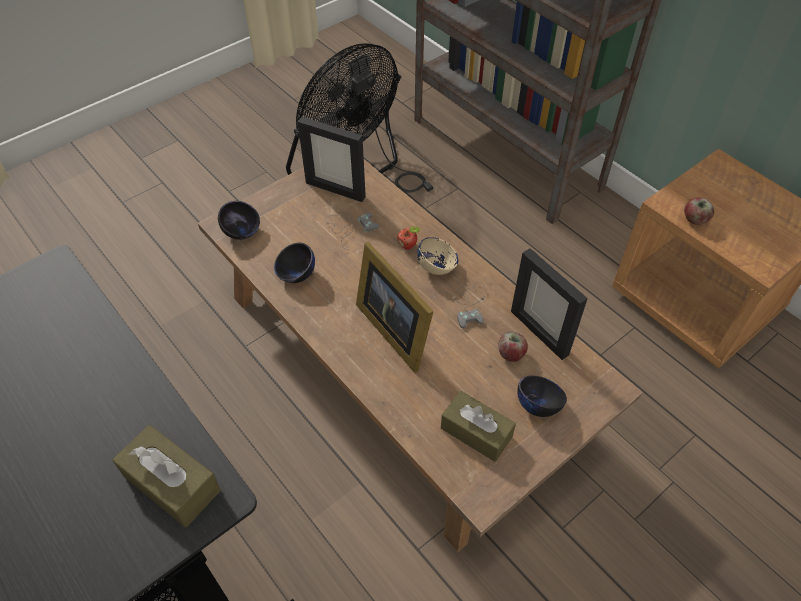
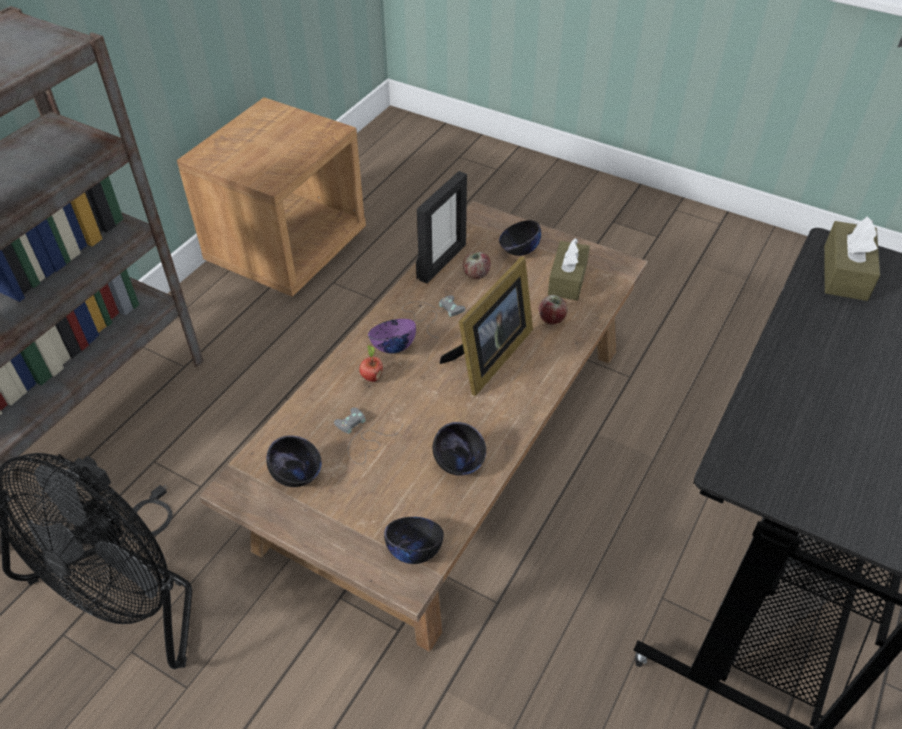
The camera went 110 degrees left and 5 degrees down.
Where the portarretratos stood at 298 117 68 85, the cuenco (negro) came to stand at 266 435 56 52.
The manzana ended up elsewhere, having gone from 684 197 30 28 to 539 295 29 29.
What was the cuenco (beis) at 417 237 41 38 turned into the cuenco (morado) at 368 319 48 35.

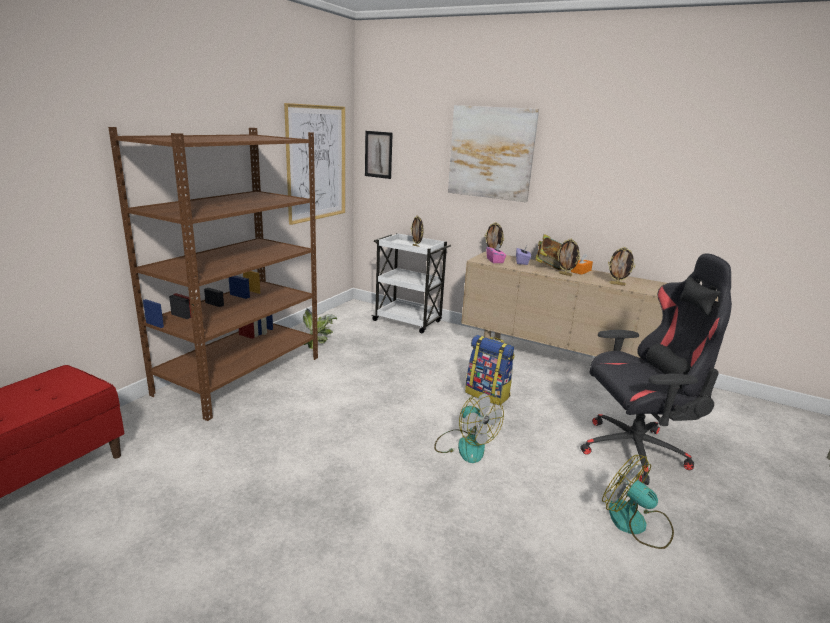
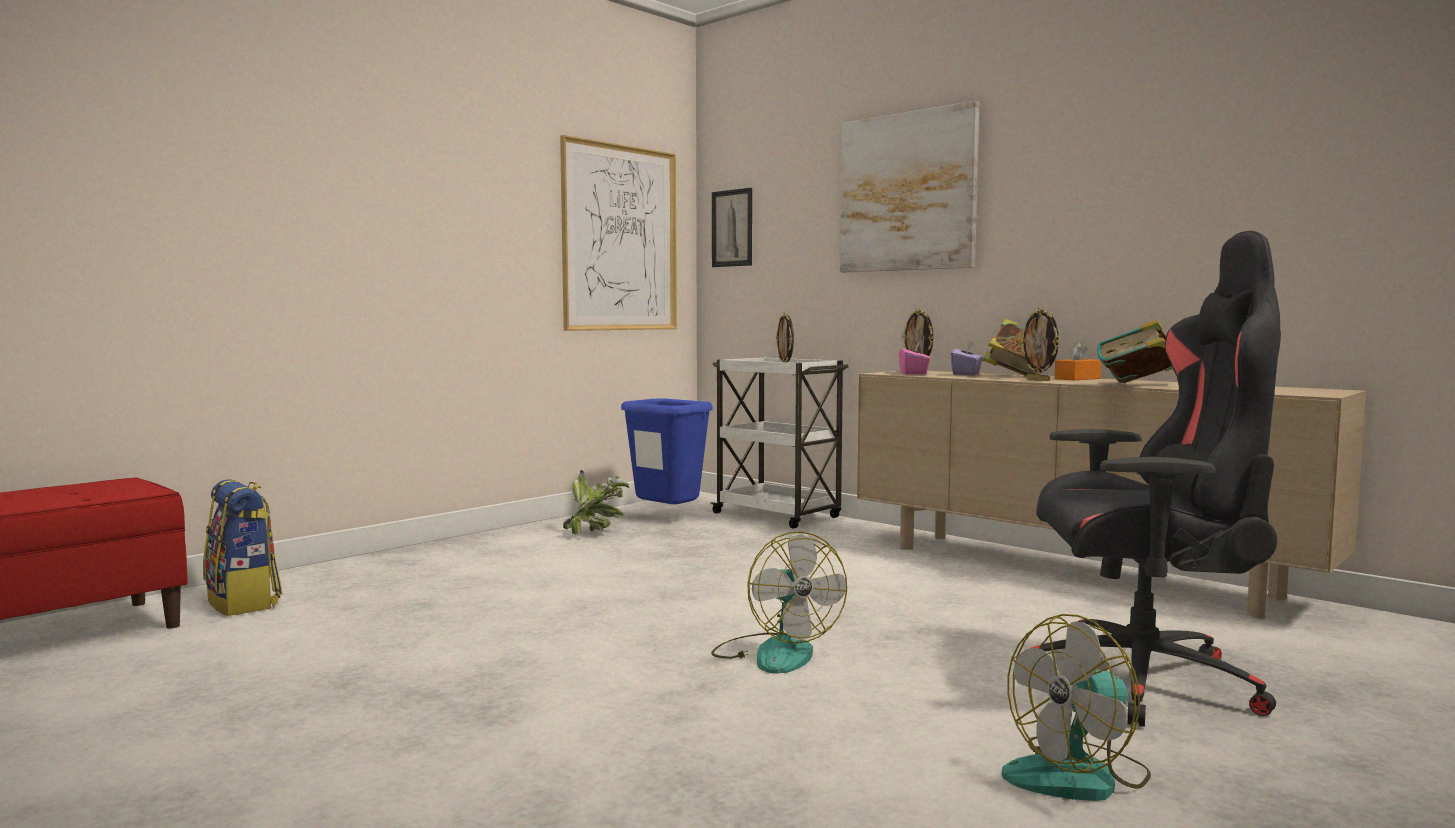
The camera went 15 degrees right and 15 degrees down.
The second view lost the estantería (marrón) at 108 127 210 294.
Where the portarretratos stood at 608 247 27 39, the libro came to stand at 1097 320 76 63.
The mochila ended up elsewhere, having gone from 465 335 50 70 to 203 479 80 137.
The ventilador at 602 455 72 94 ended up facing another way, 90 degrees counterclockwise from before.
The second view gained the papelera (azul) at 621 398 92 106.

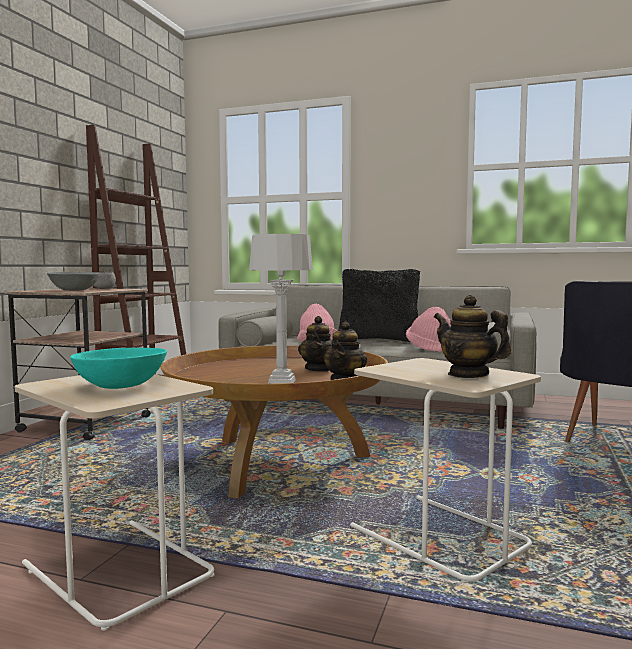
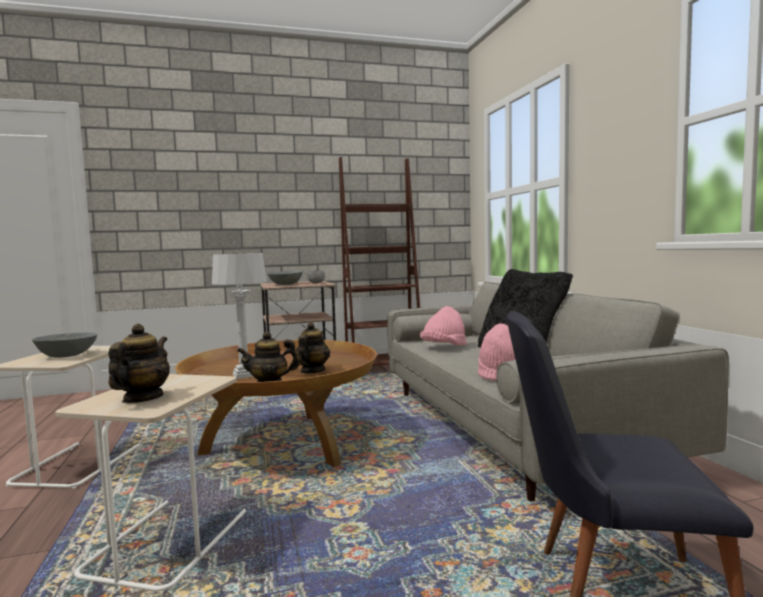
The camera went 55 degrees right and 0 degrees up.
The tetera at 298 316 34 56 ended up facing another way, 135 degrees clockwise from before.
What was the cuenco (turquesa) at 70 348 97 41 turned into the cuenco (gris) at 32 332 65 25.

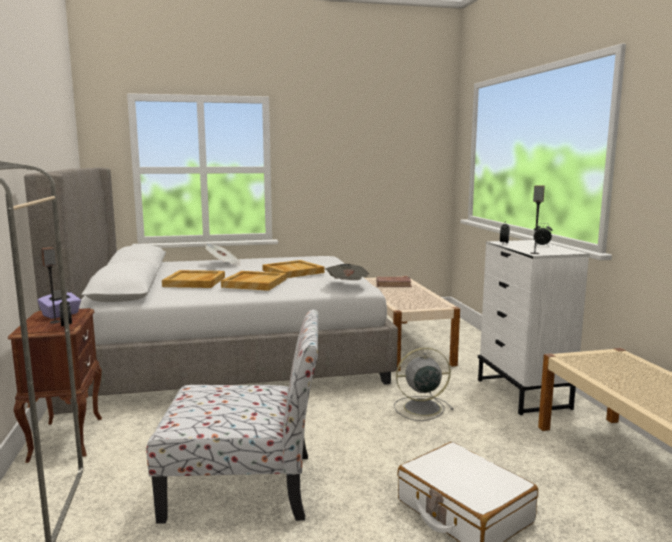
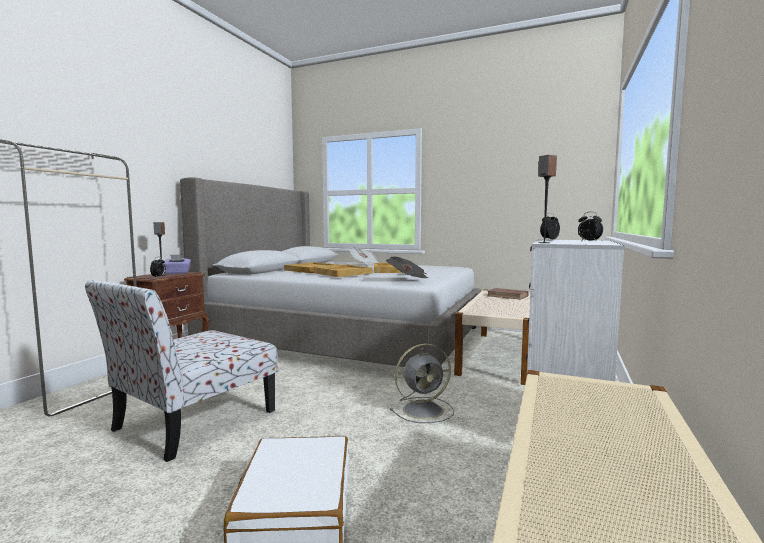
The camera went 35 degrees right and 5 degrees down.
The silla at 146 309 173 214 ended up facing another way, 90 degrees clockwise from before.
The ventilador (gris) at 394 347 60 74 ended up facing another way, 135 degrees clockwise from before.

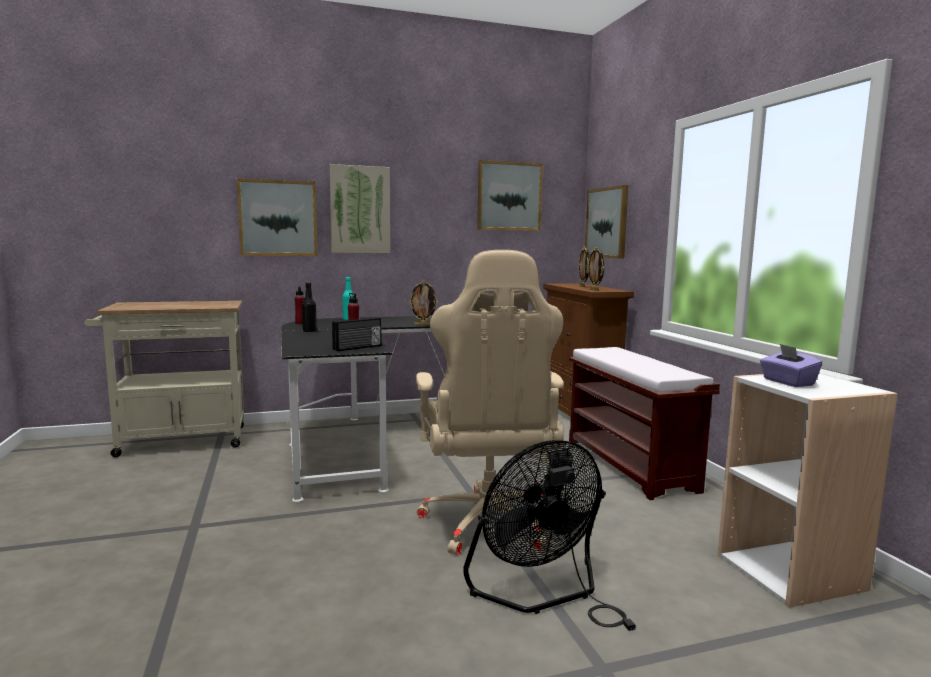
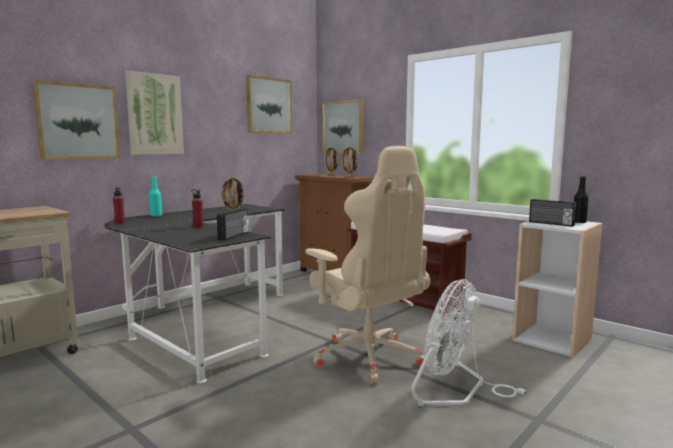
The camera went 30 degrees left and 0 degrees up.
The botella (negro) ended up elsewhere, having gone from 302 282 15 50 to 574 176 15 47.
Where the caja de pañuelos (morado) stood at 760 344 63 43, the radio came to stand at 529 199 48 28.
What was the ventilador (negro) at 463 440 173 191 turned into the ventilador (blanco) at 412 279 115 127.

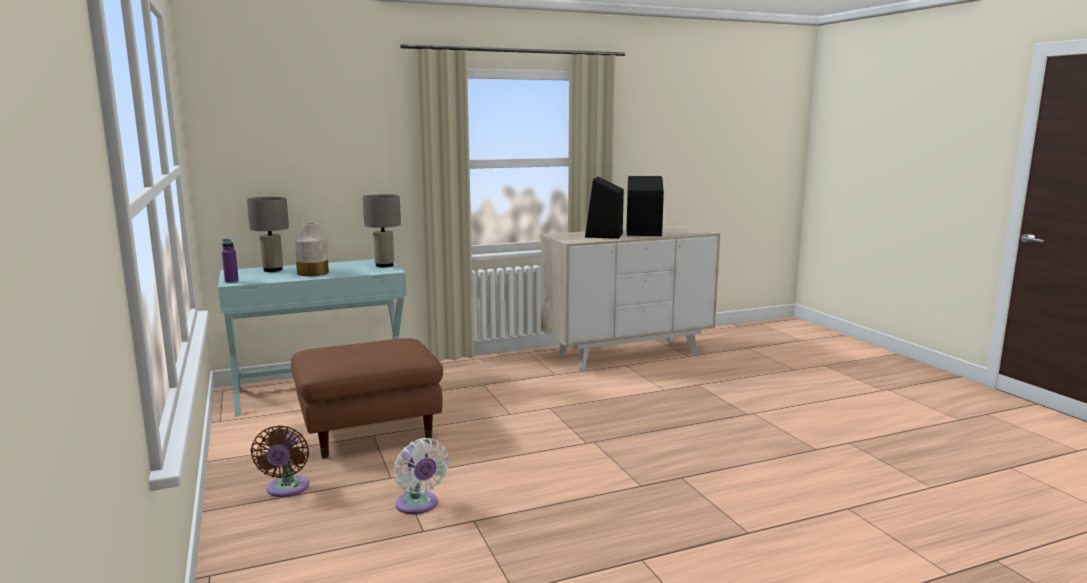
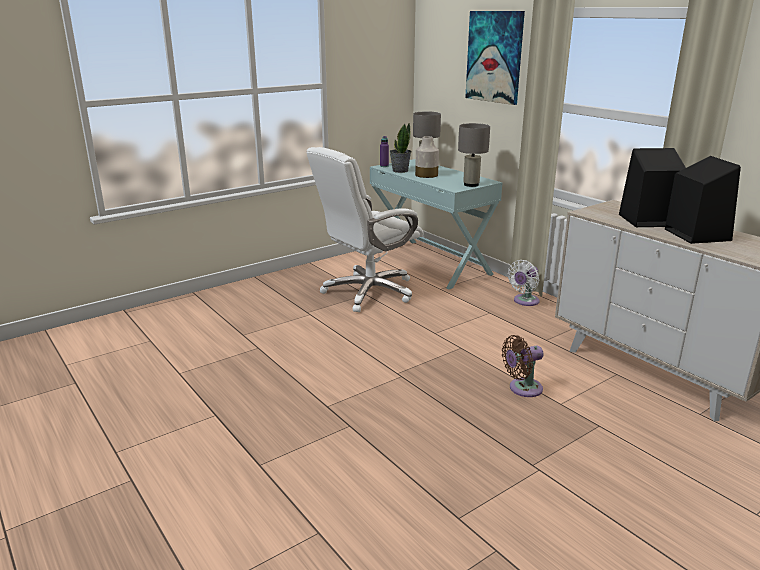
The camera went 75 degrees right and 10 degrees up.
Where the puf (marrón) stood at 291 338 152 120, the silla de oficina (blanco) came to stand at 307 147 117 165.
The ventilador (marrón) ended up elsewhere, having gone from 251 425 58 72 to 502 335 42 62.
The ventilador (blanco) ended up elsewhere, having gone from 394 438 55 76 to 508 260 31 46.
The second view gained the cuadro at 465 11 60 94.
The second view gained the planta en maceta at 389 123 23 50.

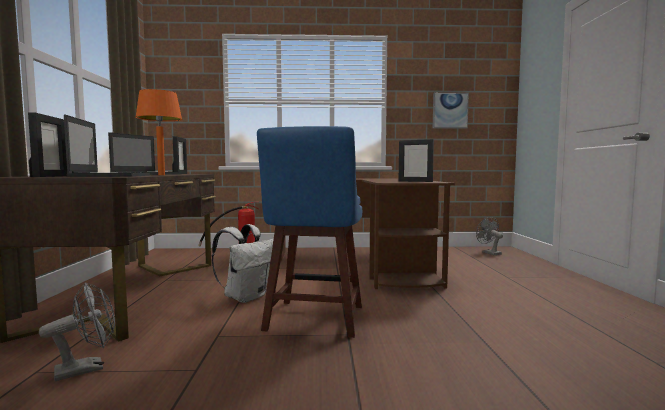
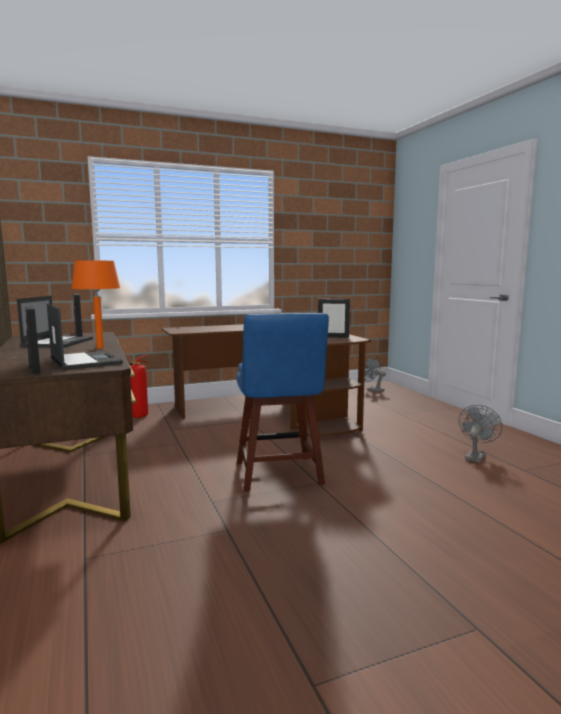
The camera went 20 degrees left and 5 degrees up.
The second view lost the cuadro at 433 93 36 36.
The second view lost the mochila (blanco) at 212 224 62 79.
The ventilador (gris) ended up elsewhere, having gone from 39 282 76 99 to 459 405 43 58.

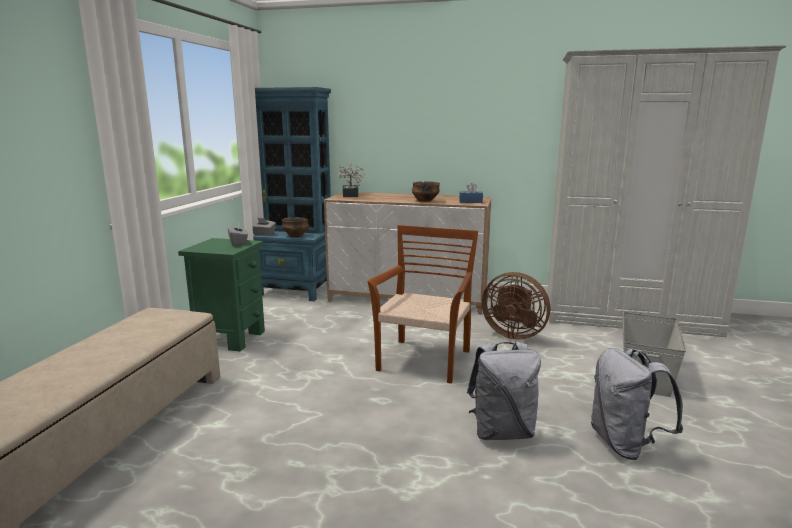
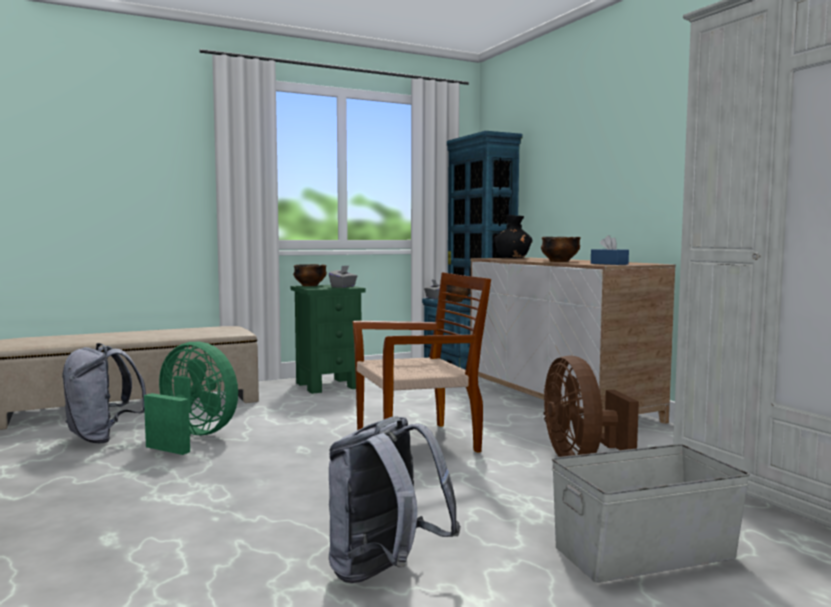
The camera went 50 degrees right and 10 degrees down.
Where the planta en maceta stood at 337 163 28 34, the florero (negro) came to stand at 494 215 38 43.
The mochila (gris) ended up elsewhere, having gone from 467 341 74 99 to 62 343 84 100.
The second view gained the cuenco at 293 264 34 22.
The second view gained the ventilador (verde) at 144 342 94 113.

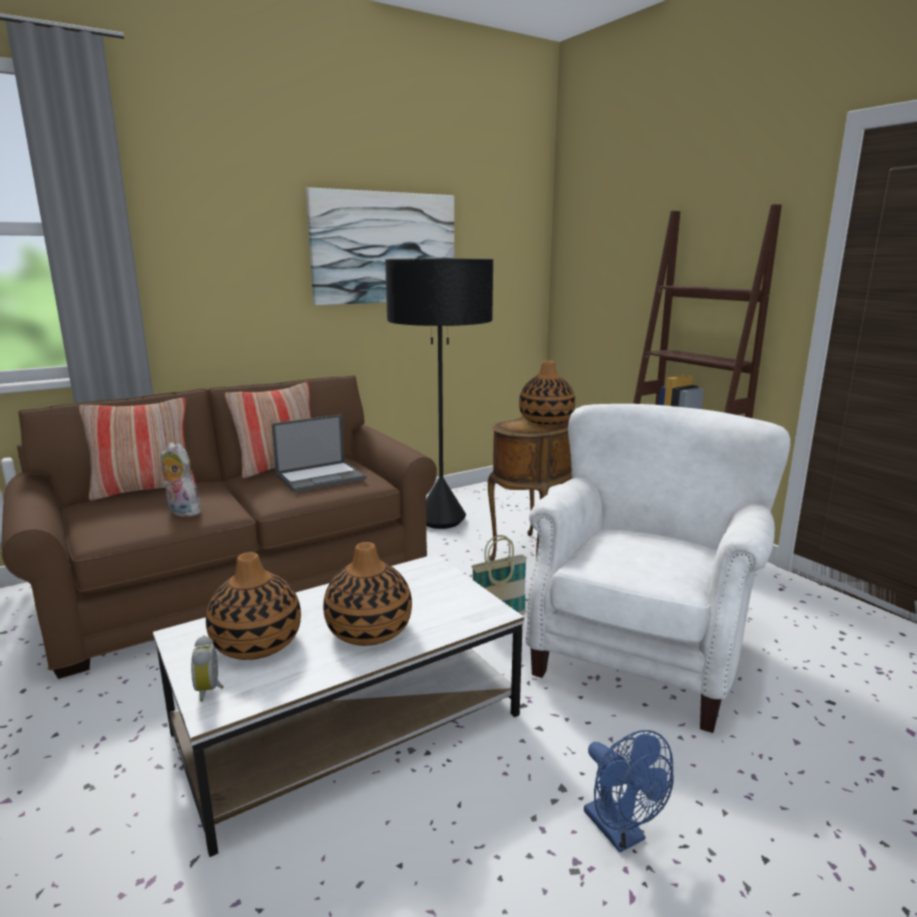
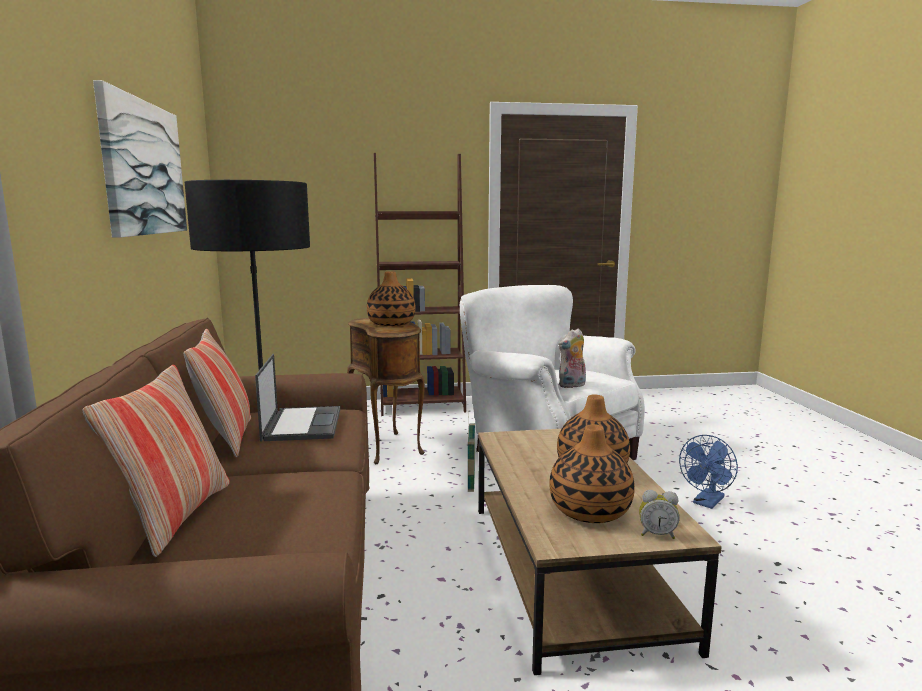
The camera went 65 degrees left and 5 degrees down.
The peluche ended up elsewhere, having gone from 161 442 44 75 to 558 328 28 60.
What was the mesa de centro (blanco) at 153 554 371 303 turned into the mesa de centro (marrón) at 478 429 243 246.
The ventilador (azul) at 584 730 90 123 ended up facing another way, 135 degrees clockwise from before.

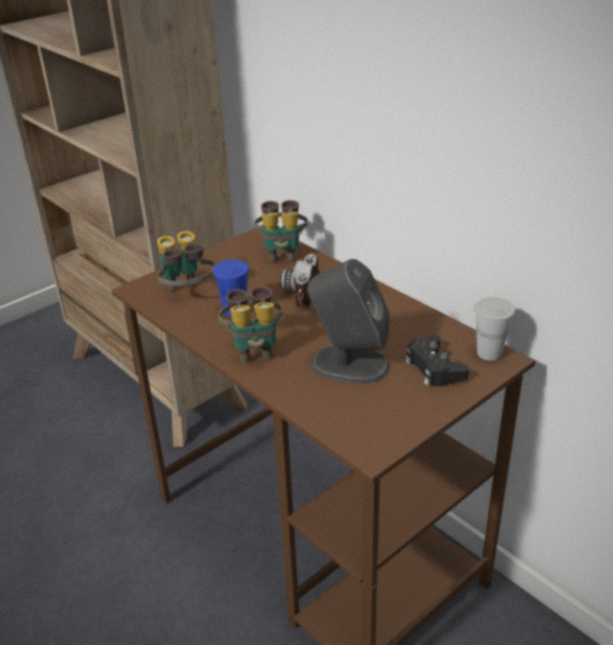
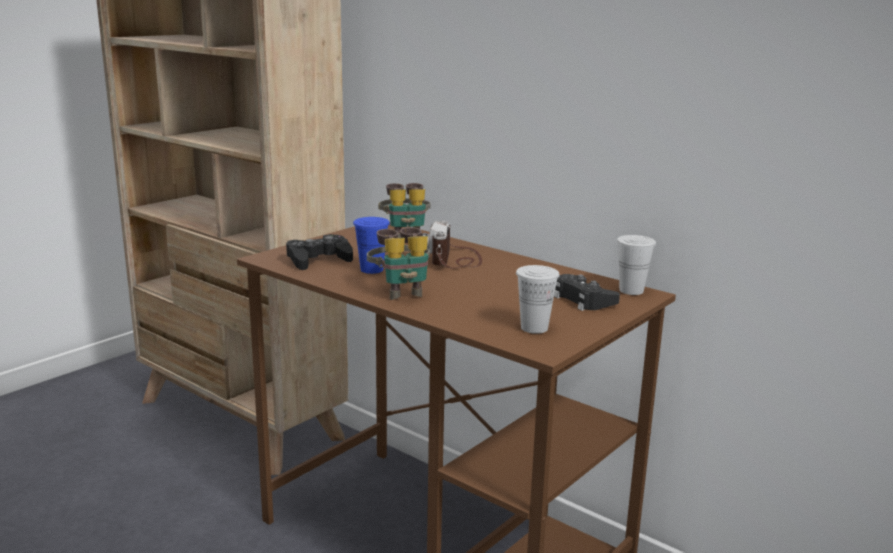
The camera went 10 degrees left and 15 degrees down.
Where the prismáticos stood at 157 231 58 60, the mando de consola (negro) came to stand at 286 234 67 36.
The second view lost the altavoz (gris) at 307 259 83 124.
The second view gained the taza (blanco) at 516 265 44 69.

